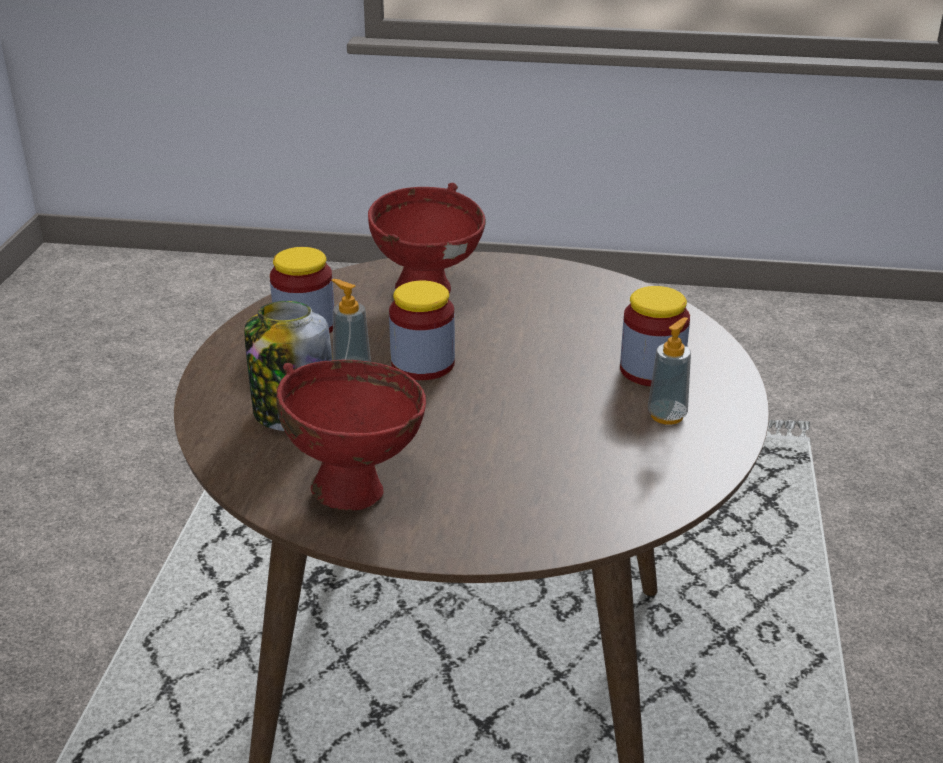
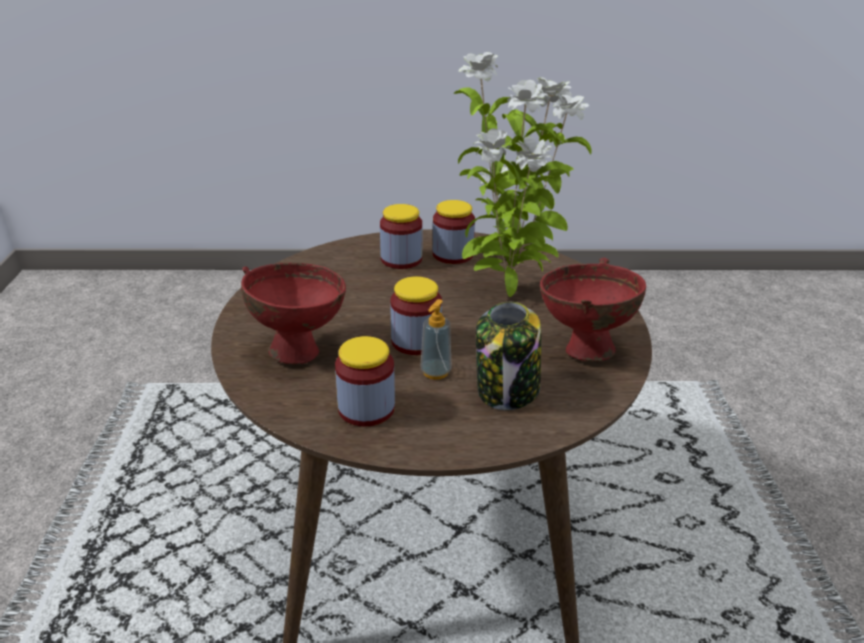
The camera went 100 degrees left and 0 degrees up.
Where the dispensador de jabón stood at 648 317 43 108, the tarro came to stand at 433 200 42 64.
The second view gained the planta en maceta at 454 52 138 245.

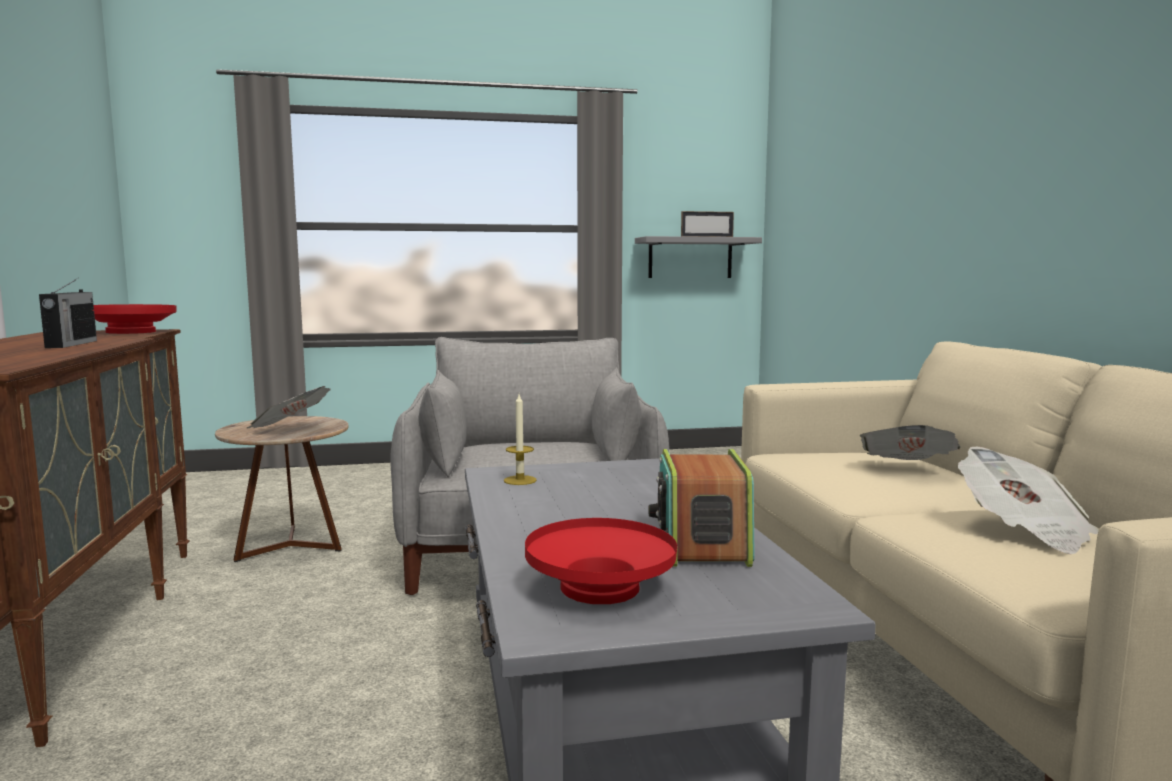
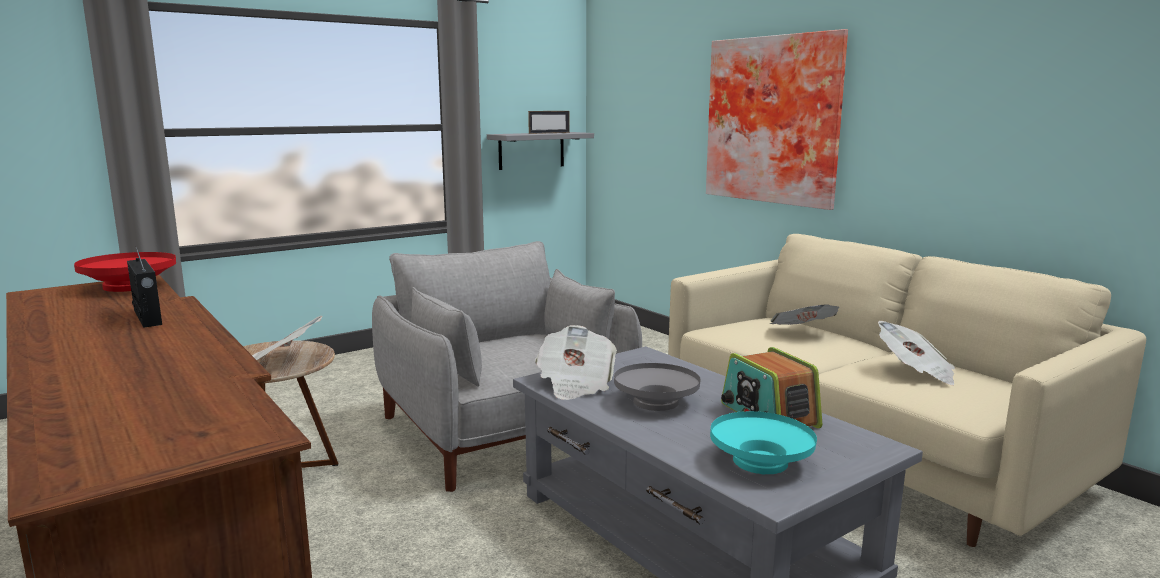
The camera went 25 degrees left and 5 degrees up.
Where the vela stood at 504 394 33 91, the periódico came to stand at 535 325 82 75.
What was the cuenco (rojo) at 525 518 152 86 turned into the cuenco (turquesa) at 710 411 107 63.
The second view gained the cuadro at 706 29 142 181.
The second view gained the cuenco (gris) at 614 363 87 48.

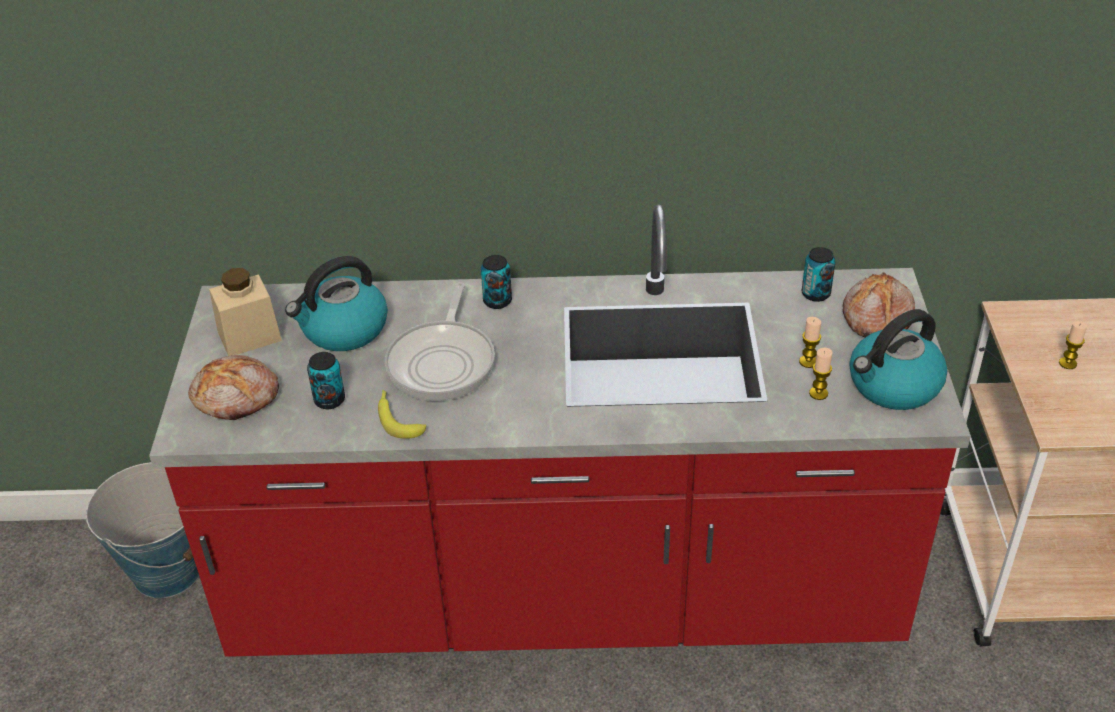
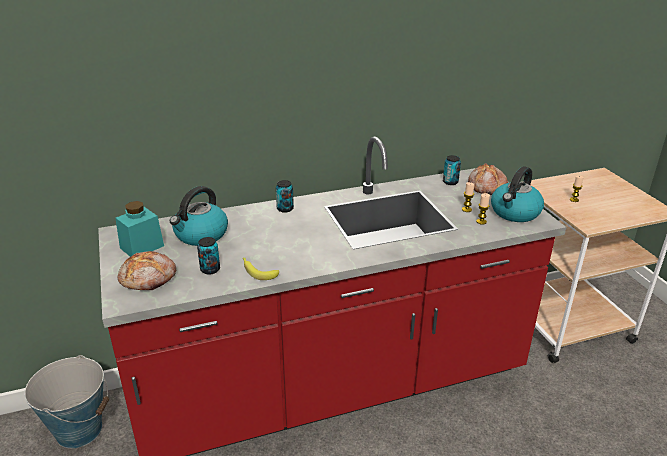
The camera went 20 degrees left and 10 degrees down.
What was the tarro (beis) at 209 268 73 88 turned into the tarro (turquesa) at 115 201 49 56.
The second view lost the sartén at 385 282 110 119.

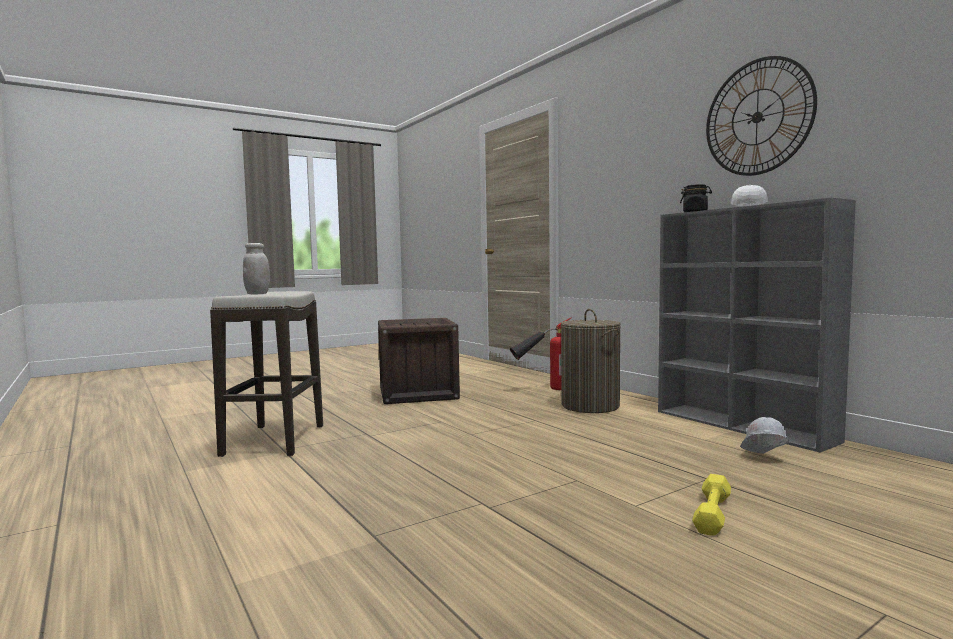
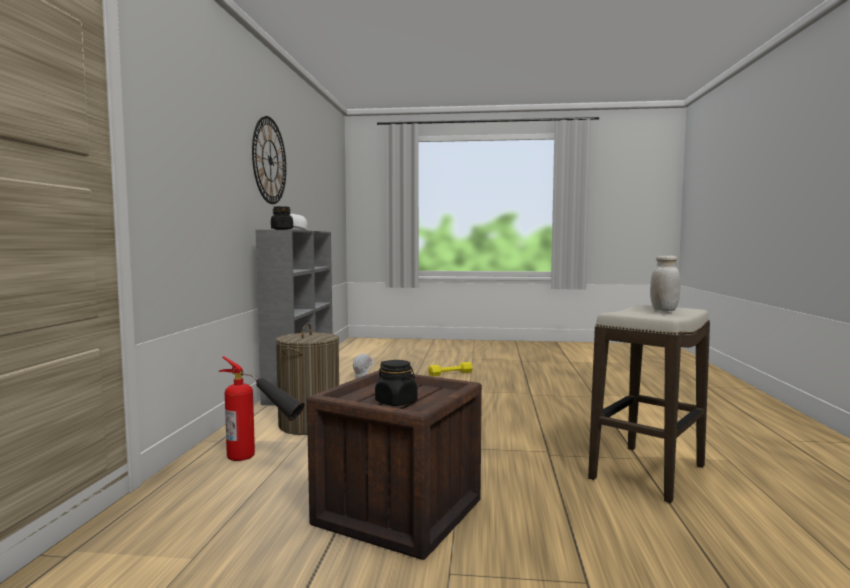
The camera went 140 degrees left and 0 degrees up.
The second view gained the tarro (negro) at 375 360 43 46.

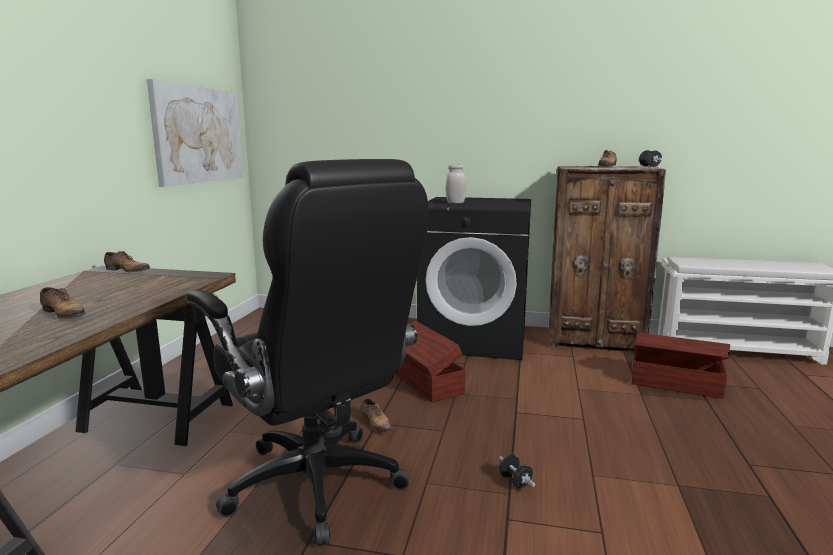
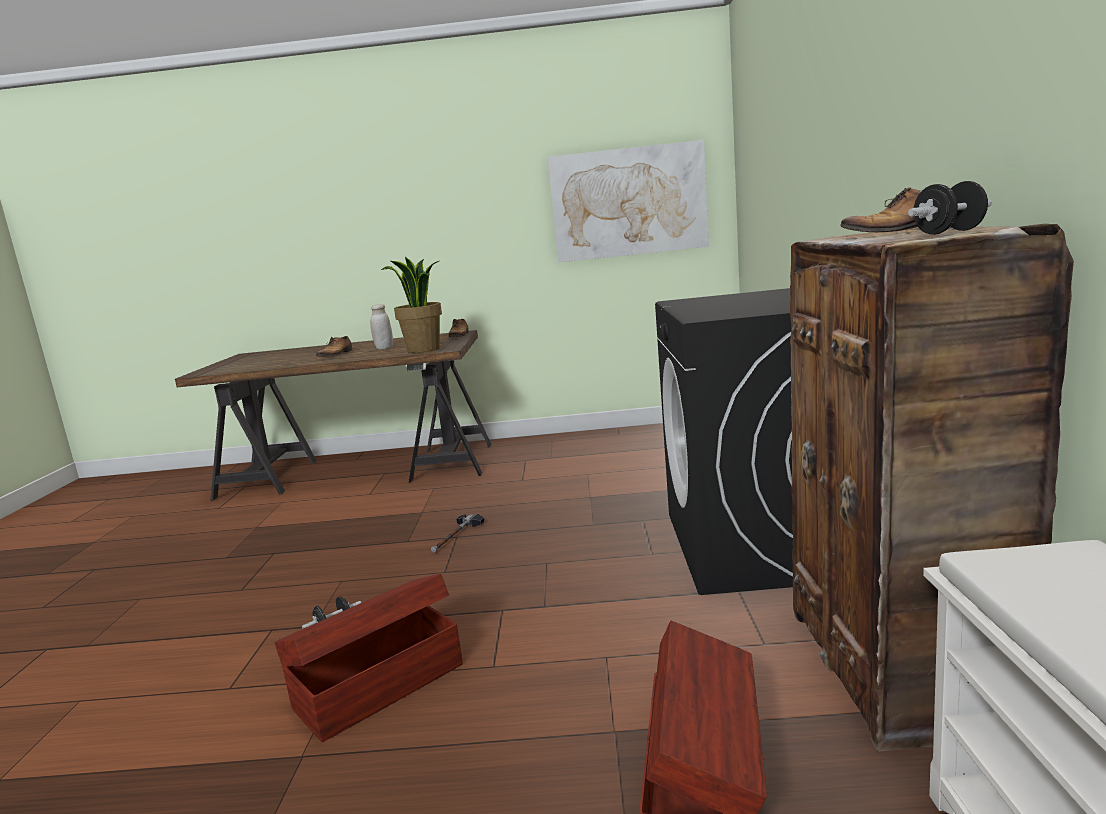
The camera went 80 degrees right and 0 degrees up.
The second view lost the silla de oficina (negro) at 187 159 241 387.
The tarro (blanco) ended up elsewhere, having gone from 446 164 20 39 to 370 304 23 46.
The caja de almacenaje (marrón) ended up elsewhere, having gone from 395 321 71 81 to 275 574 188 168.
Where the zapato stood at 361 398 30 37, the martillo came to stand at 431 514 53 38.
The second view gained the planta en maceta at 381 257 61 96.

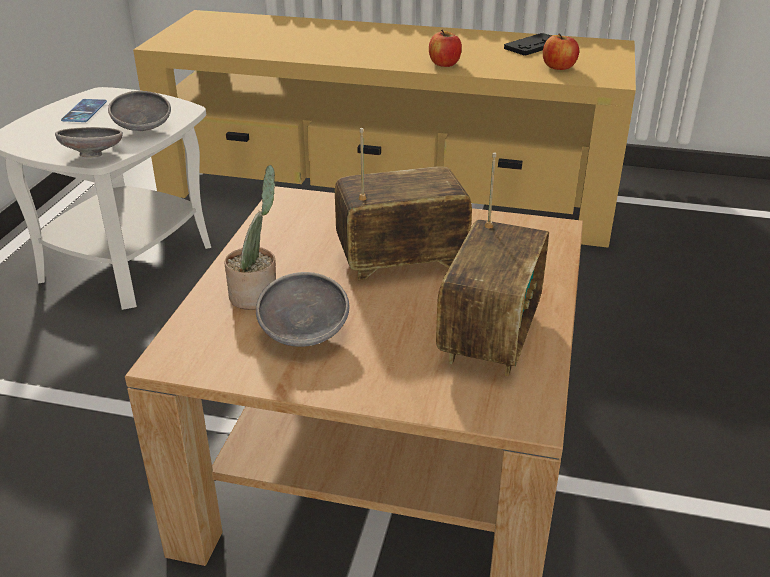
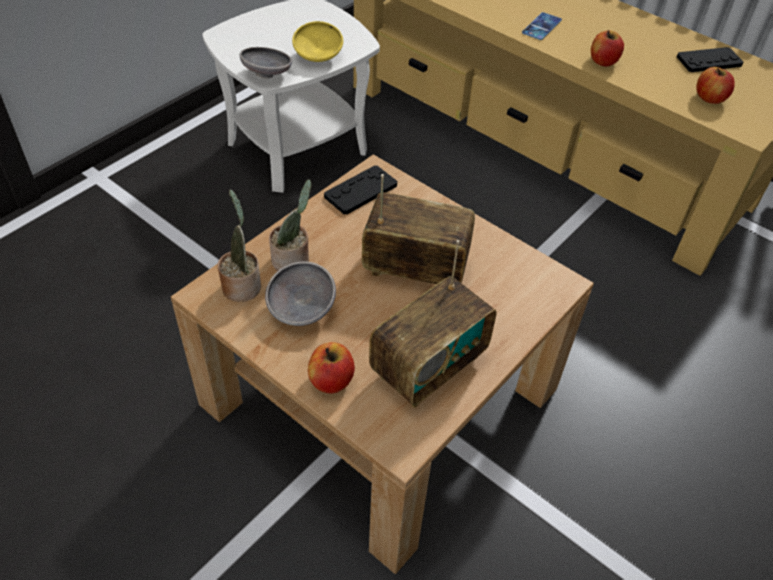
The camera went 25 degrees right and 15 degrees up.
What was the cuenco (gris) at 108 91 63 40 turned into the cuenco (amarillo) at 292 21 51 41.
The móvil ended up elsewhere, having gone from 61 99 46 23 to 522 12 40 28.
The second view gained the mando de consola (negro) at 324 165 73 50.
The second view gained the planta en maceta at 218 190 43 112.
The second view gained the manzana at 308 342 47 51.

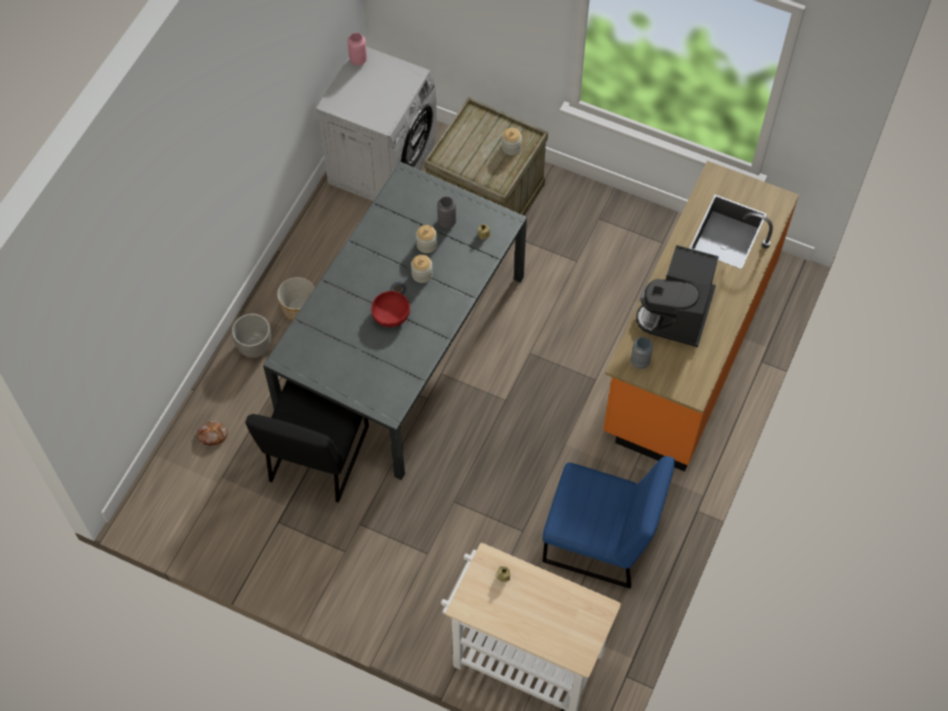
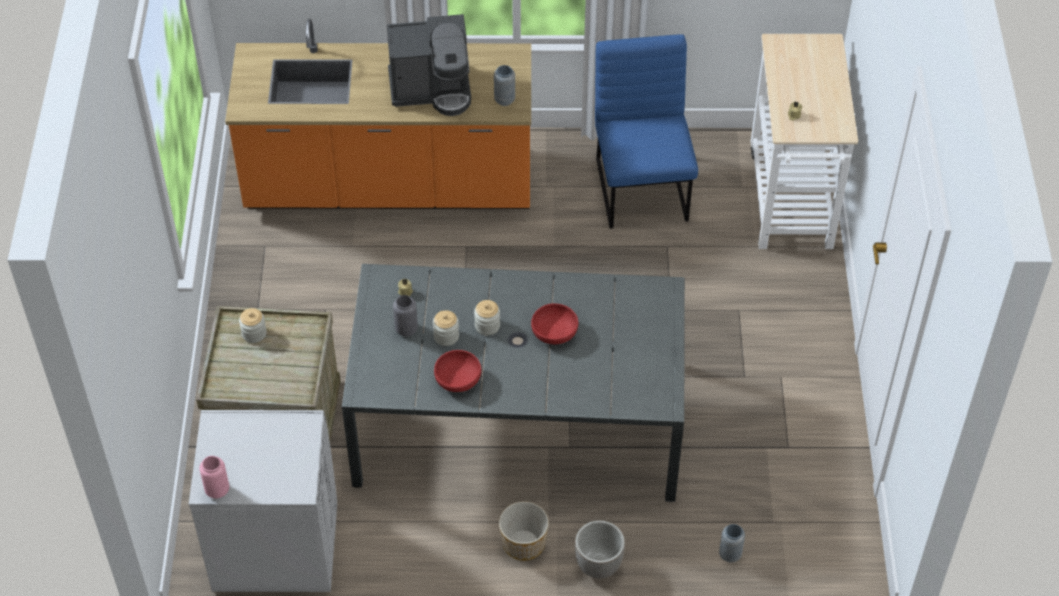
The camera went 115 degrees left and 10 degrees down.
The second view lost the silla (negro) at 245 380 124 123.
Where the pan stood at 197 421 31 24, the florero (gris) came to stand at 719 524 26 39.
The second view gained the cuenco (rojo) at 434 350 48 42.

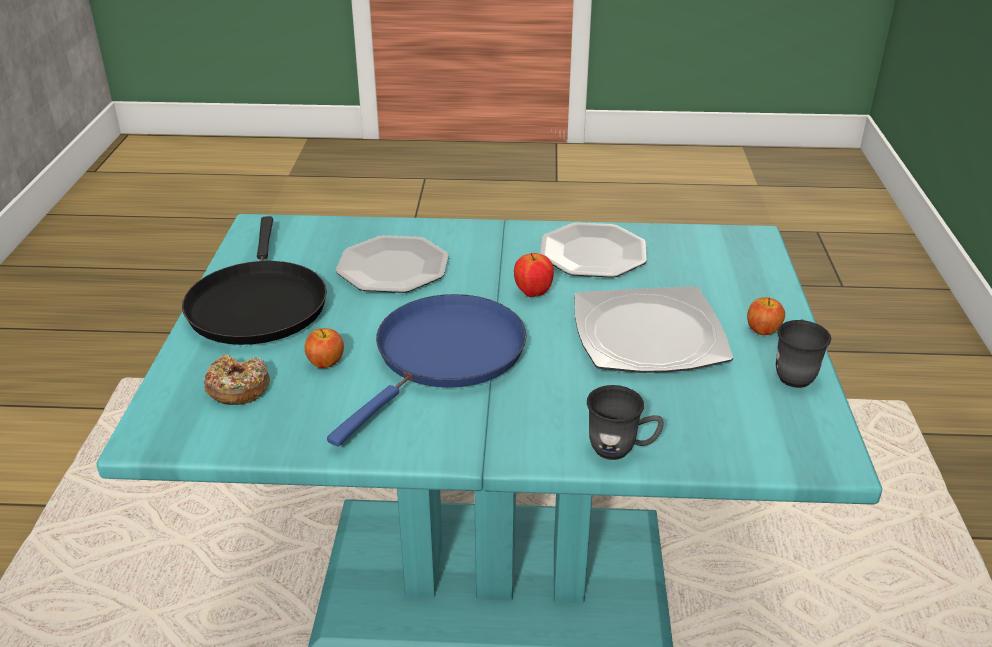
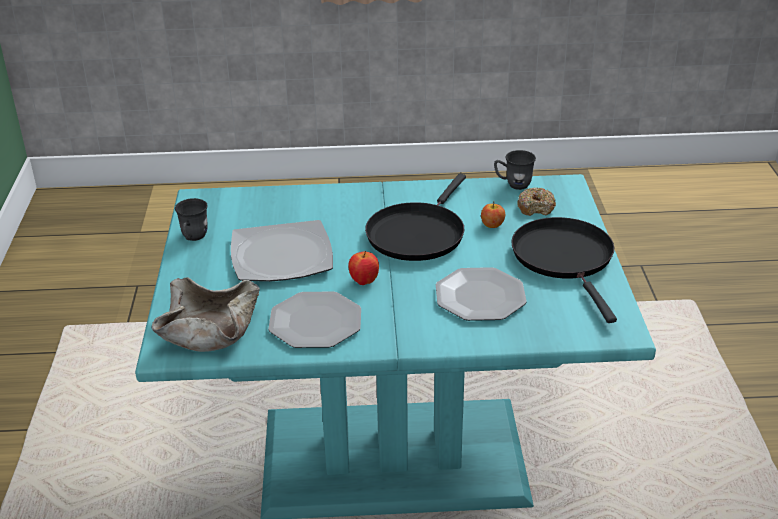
The camera went 175 degrees right and 0 degrees up.
What was the sartén (azul) at 327 294 200 152 turned into the sartén (negro) at 365 174 101 87.
The second view lost the manzana at 747 297 38 38.
The taza grande (gris) ended up elsewhere, having gone from 587 385 77 75 to 494 150 42 40.
The second view gained the cuenco (beis) at 151 277 109 75.

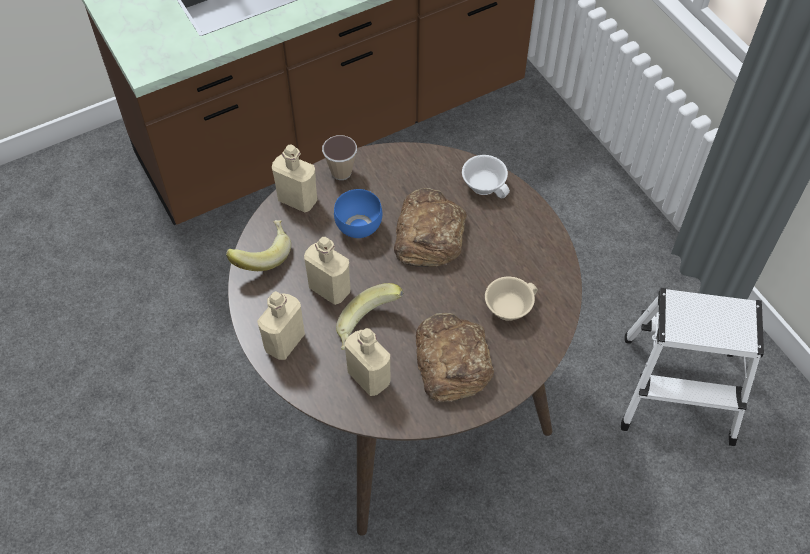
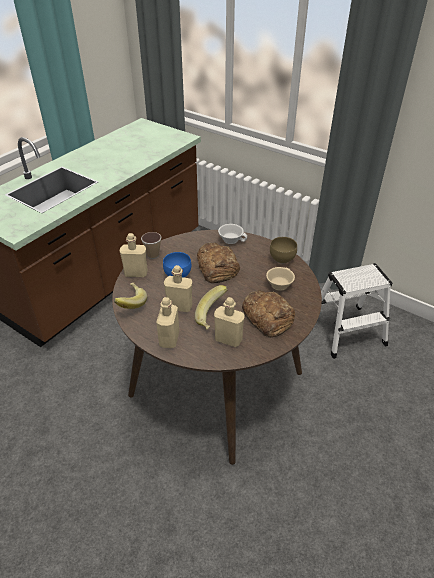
The camera went 25 degrees left and 15 degrees down.
The second view gained the cuenco (marrón) at 270 237 27 26.

